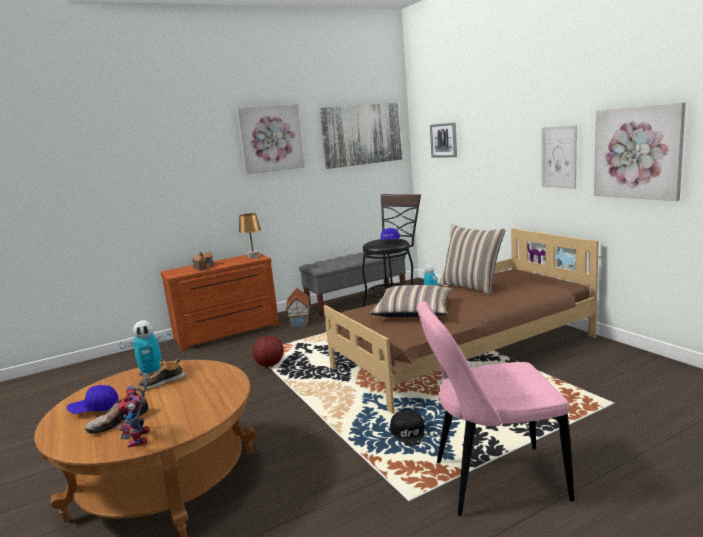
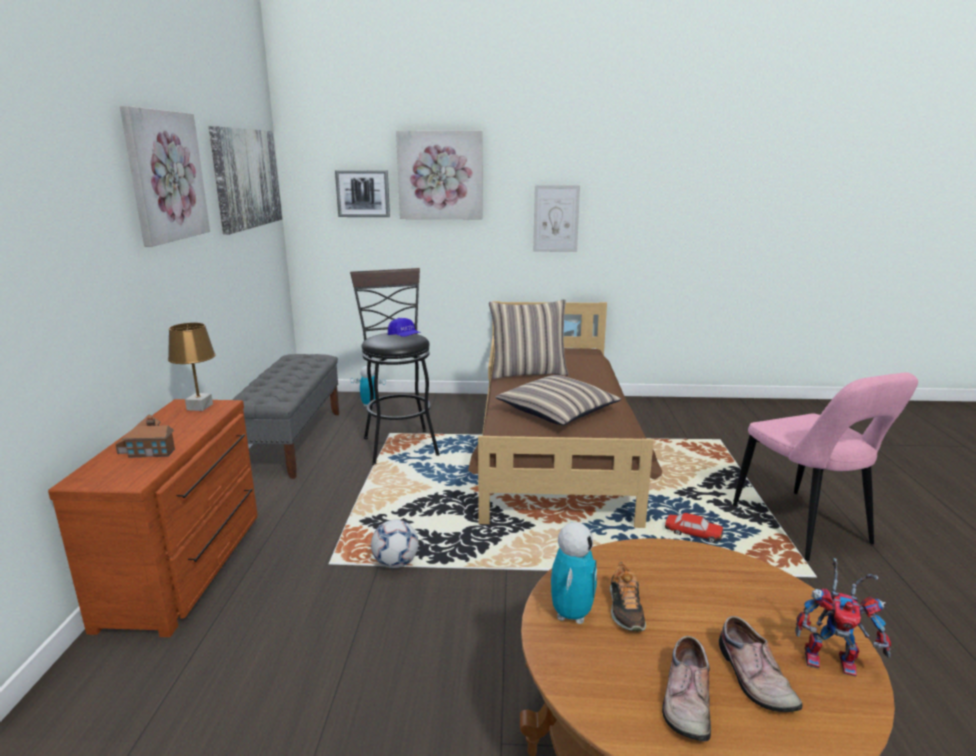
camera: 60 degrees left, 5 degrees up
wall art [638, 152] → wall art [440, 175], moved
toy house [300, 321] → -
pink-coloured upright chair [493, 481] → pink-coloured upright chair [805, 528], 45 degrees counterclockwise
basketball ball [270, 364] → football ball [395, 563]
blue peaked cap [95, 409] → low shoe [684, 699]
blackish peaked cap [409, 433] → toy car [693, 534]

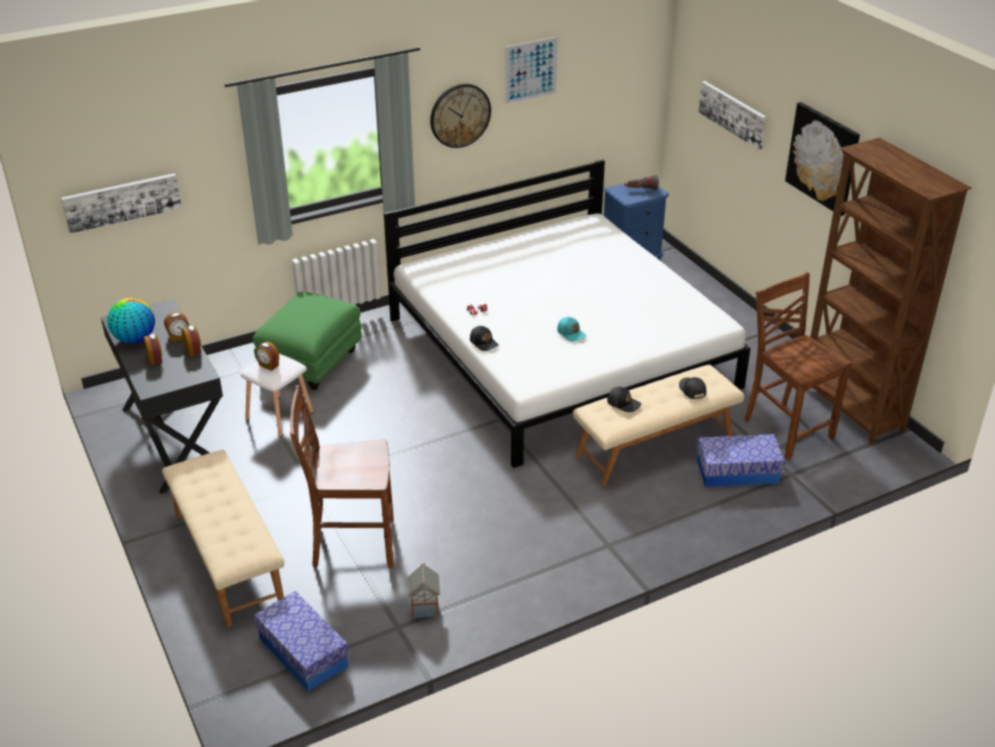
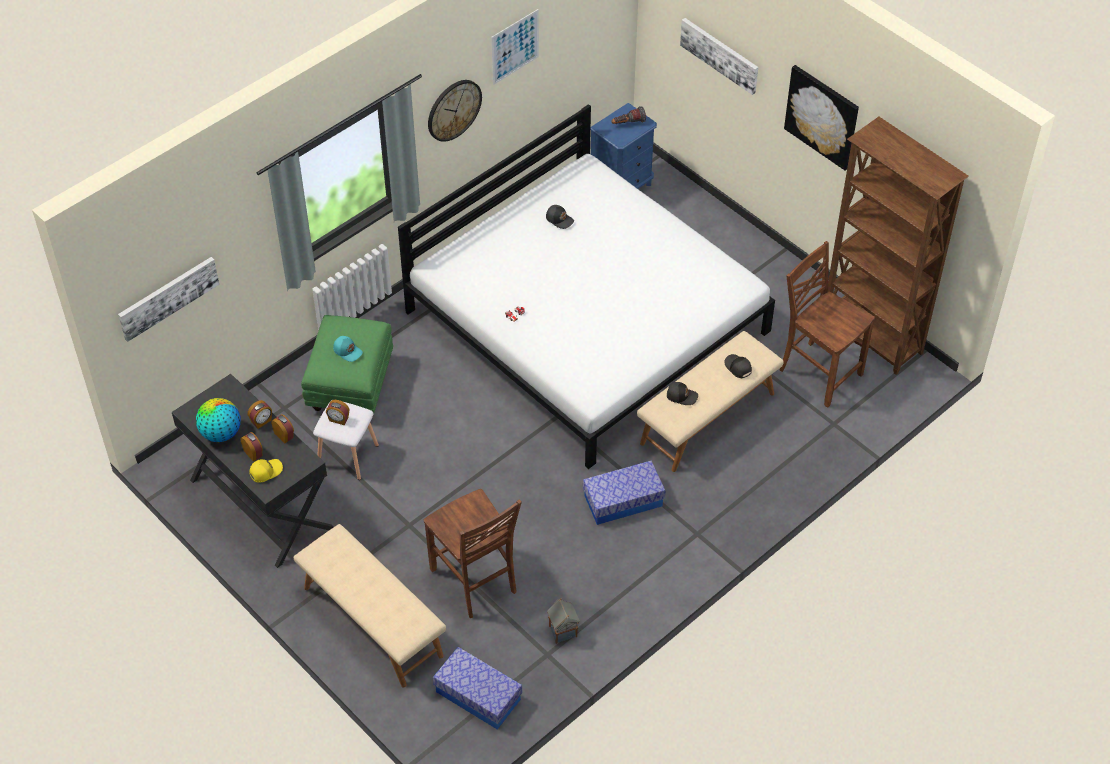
camera: 15 degrees left, 15 degrees up
blue-green peaked cap [571, 333] → blue-green peaked cap [348, 351], moved
blackish peaked cap [484, 342] → blackish peaked cap [559, 219], moved
brown-coloured upright chair [351, 544] → brown-coloured upright chair [475, 582], 105 degrees counterclockwise
storage box [737, 472] → storage box [623, 501], moved
- → yellowish peaked cap [265, 471]

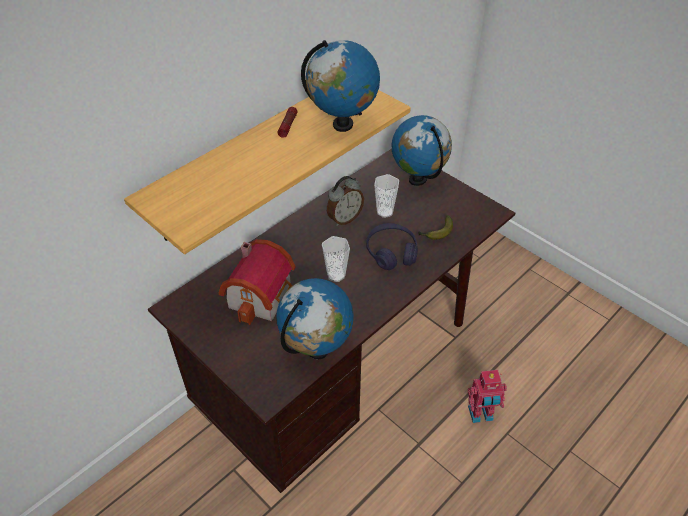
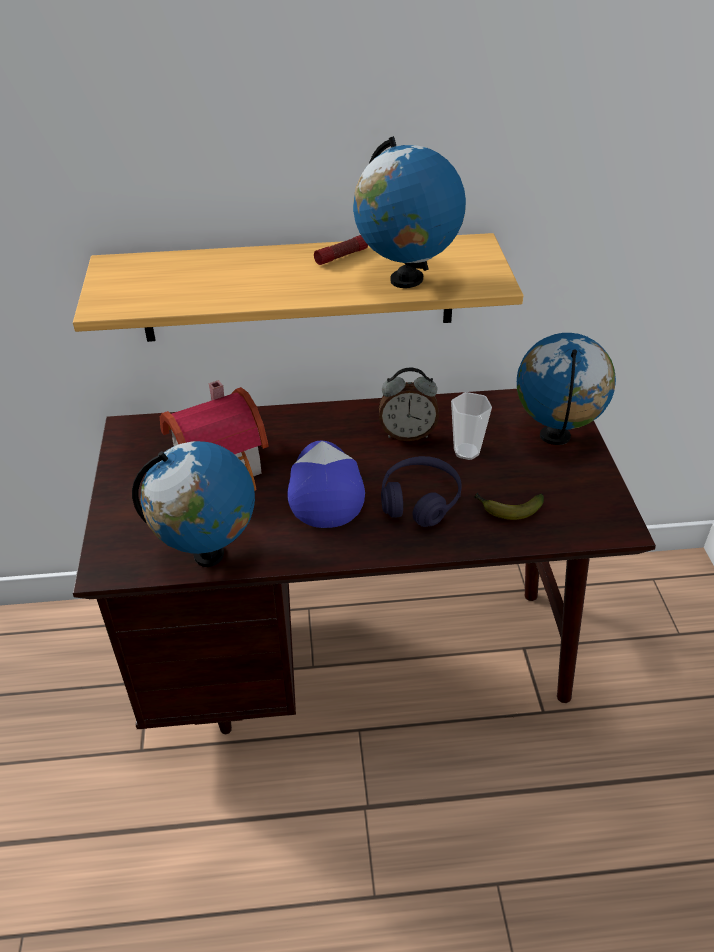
camera: 40 degrees right, 5 degrees down
drinking cup [336, 275] → peaked cap [324, 489]
toy robot [481, 415] → -

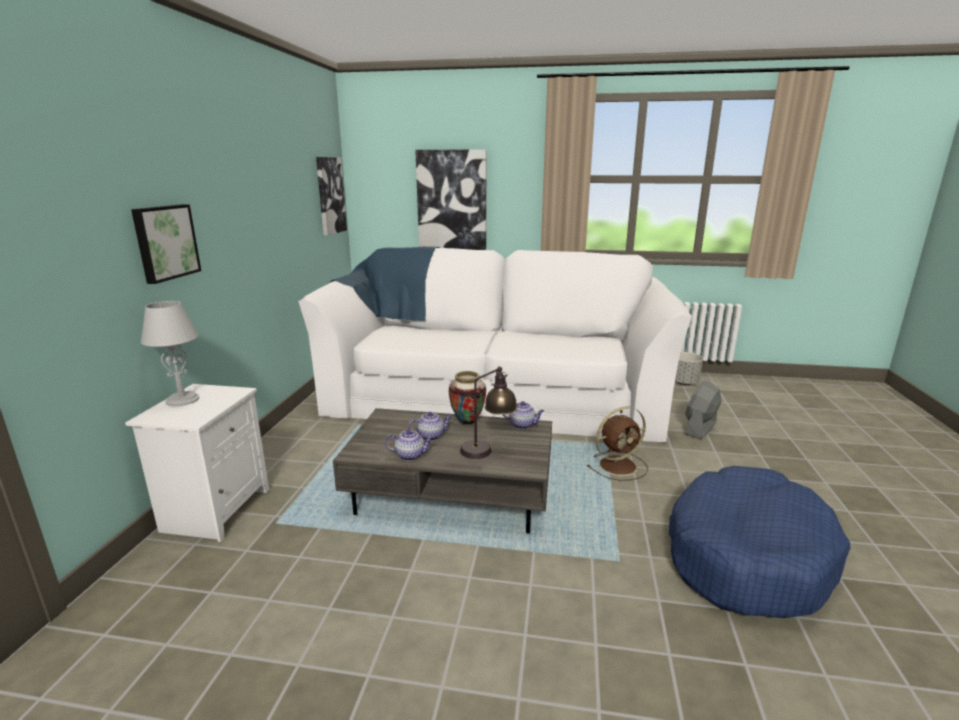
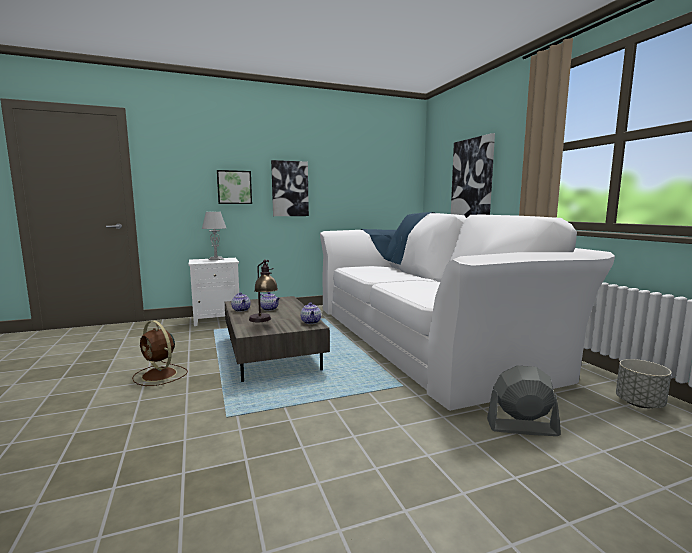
camera: 60 degrees right, 10 degrees down
wall art [330, 195] → wall art [290, 189], moved
decorative vase [467, 423] → -
brown-coloured electric fan [619, 465] → brown-coloured electric fan [160, 375], moved
blue pet bed [746, 556] → -

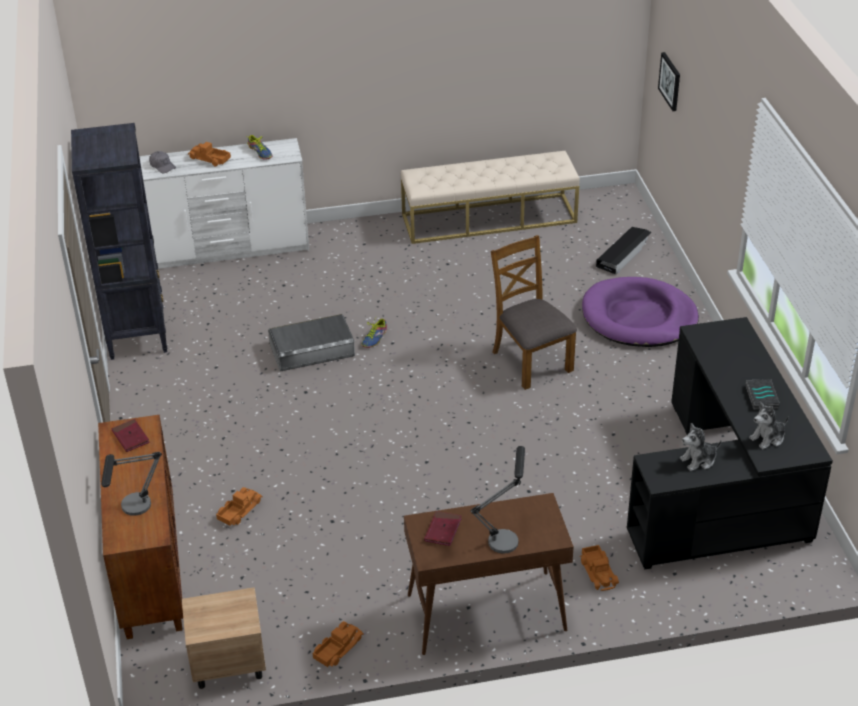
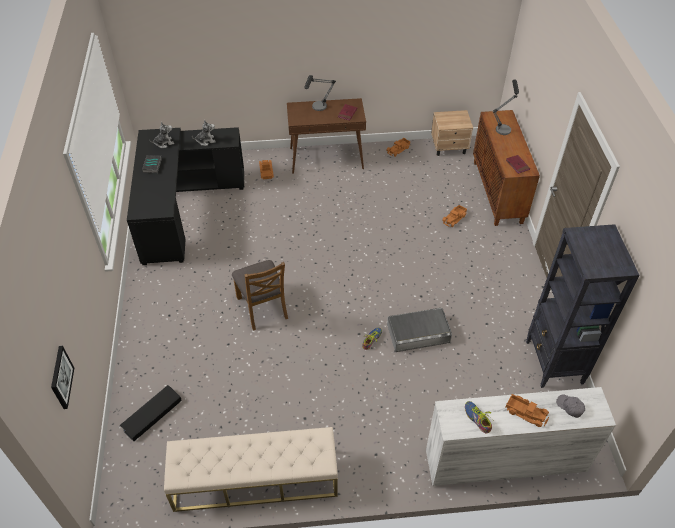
camera: 175 degrees left, 10 degrees up
purple pet bed [639, 317] → -

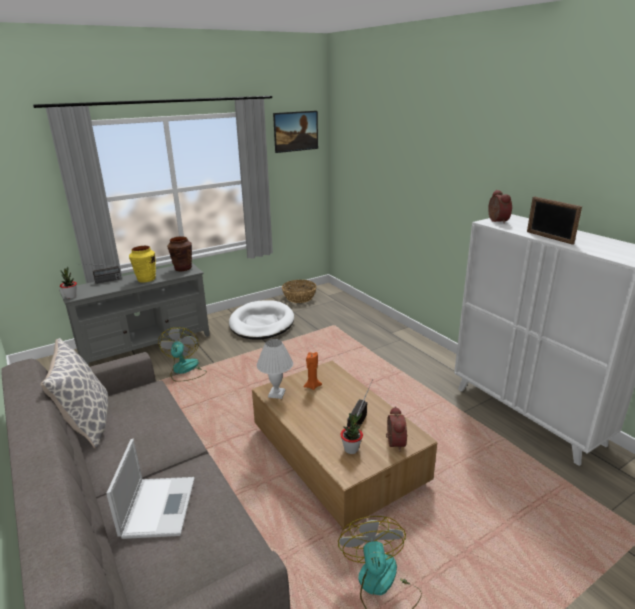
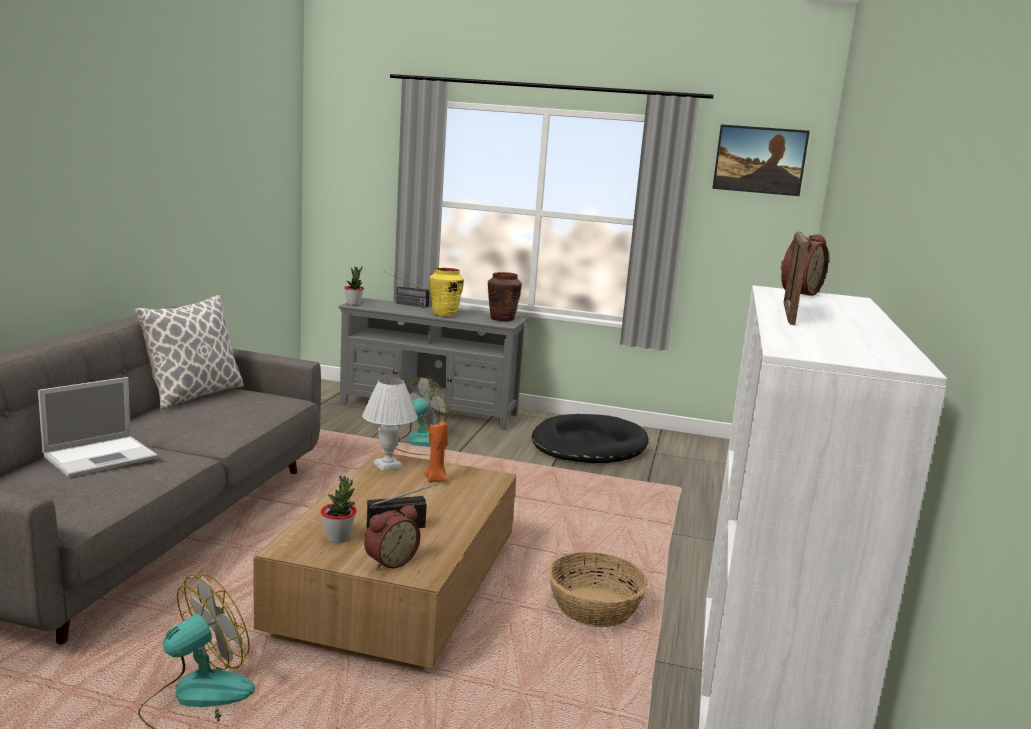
camera: 45 degrees right, 10 degrees down
household basket [299, 297] → household basket [593, 607], moved
whitish pet bed [261, 323] → blackish pet bed [588, 445]

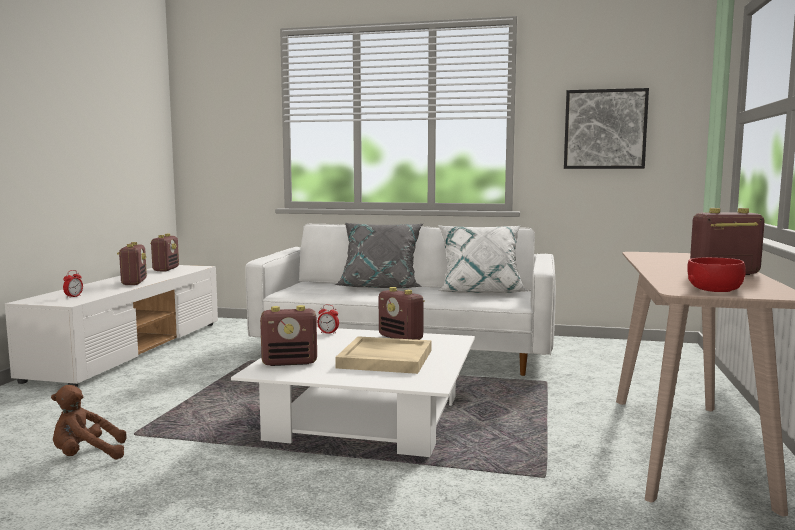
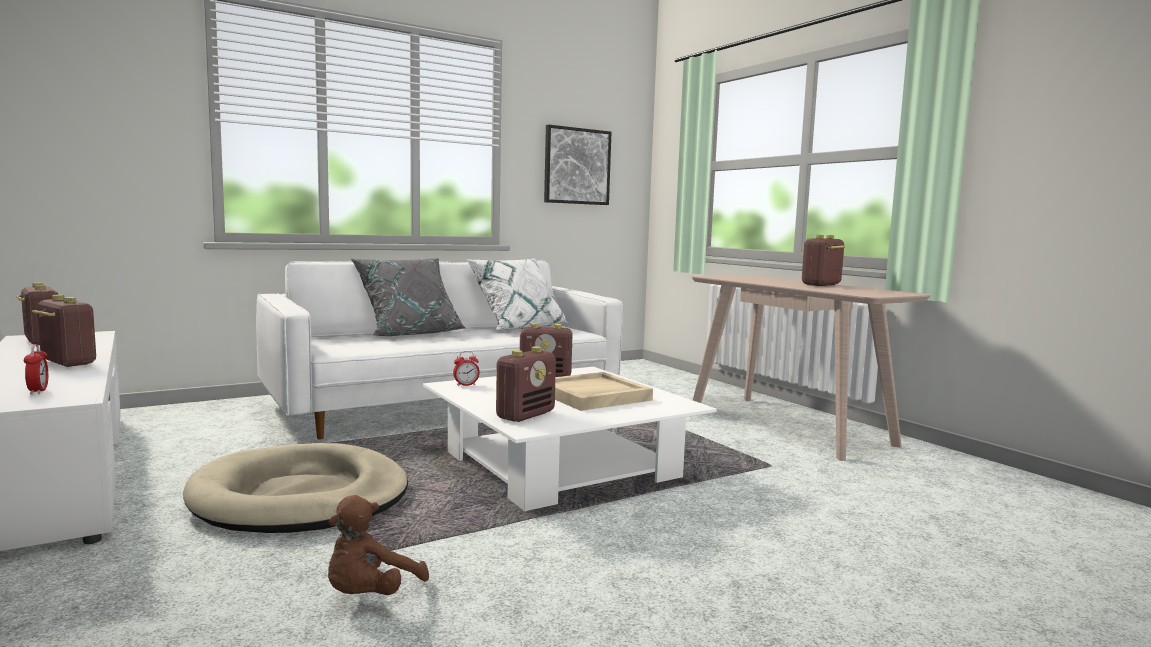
camera: 45 degrees left, 0 degrees up
reddish deep dish [714, 290] → -
- → beige pet bed [300, 497]

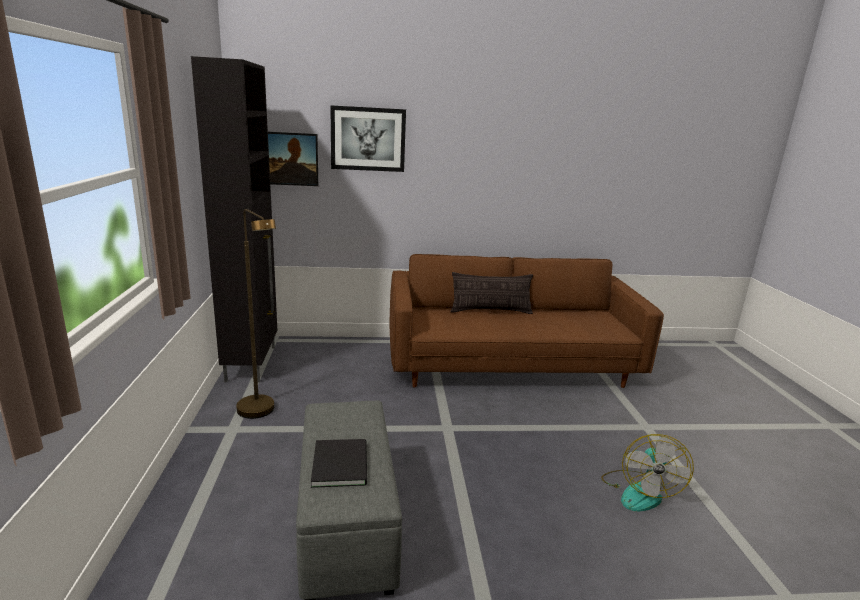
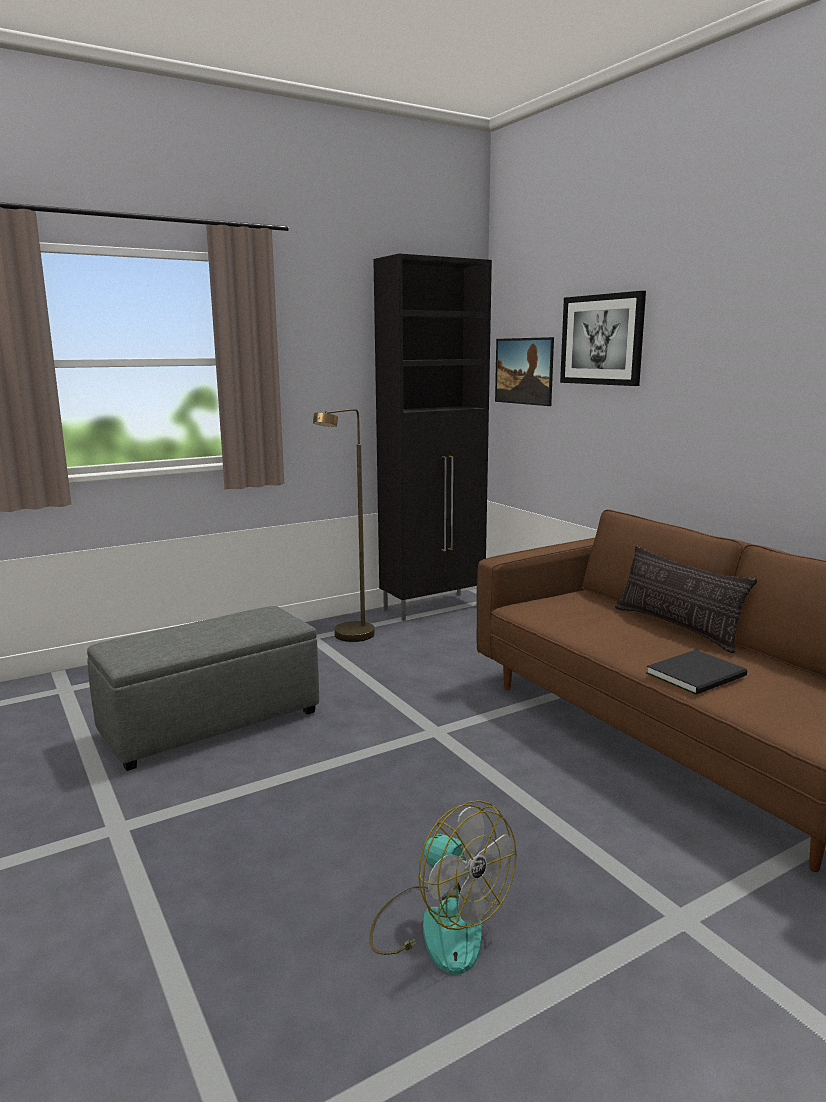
camera: 65 degrees right, 5 degrees down
electric fan [639, 491] → electric fan [438, 926], 120 degrees counterclockwise
blackish book [342, 463] → blackish book [699, 675], moved

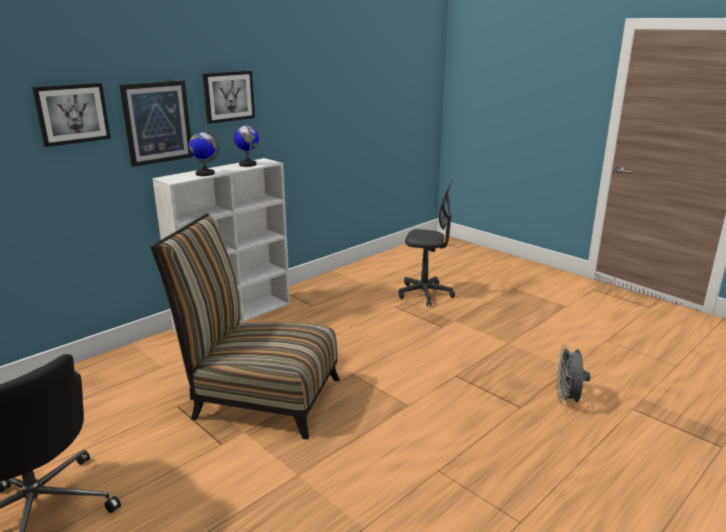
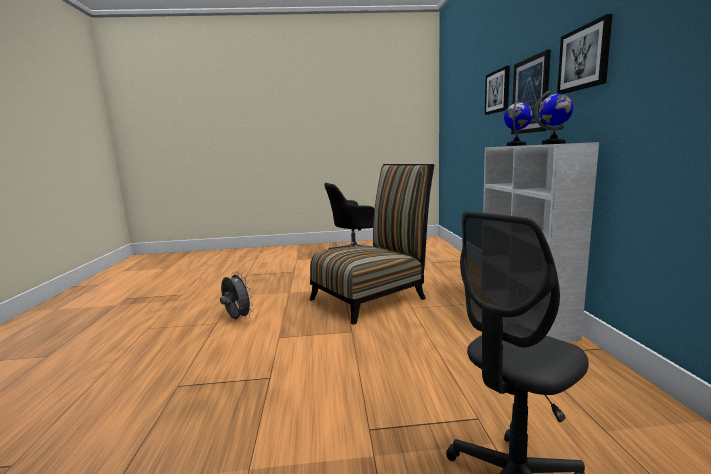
camera: 130 degrees right, 10 degrees down
gray electric fan [567, 400] → gray electric fan [237, 319], moved

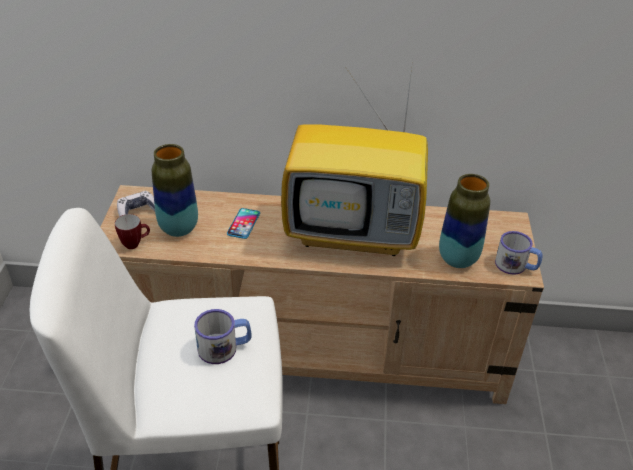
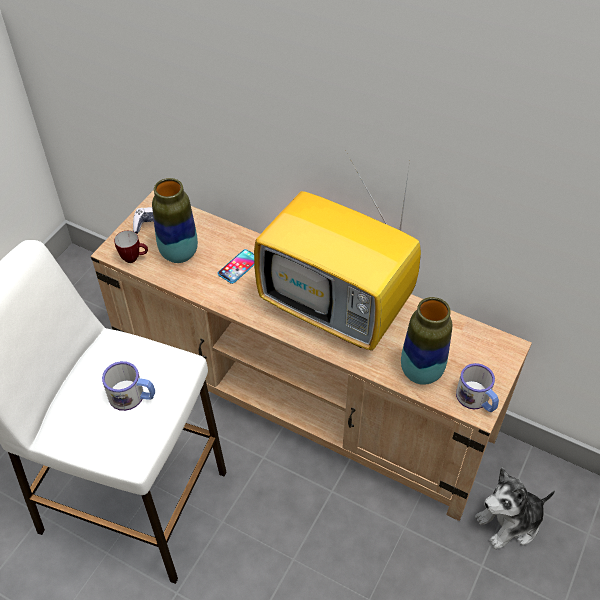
camera: 25 degrees right, 10 degrees up
- → soft toy [510, 522]

